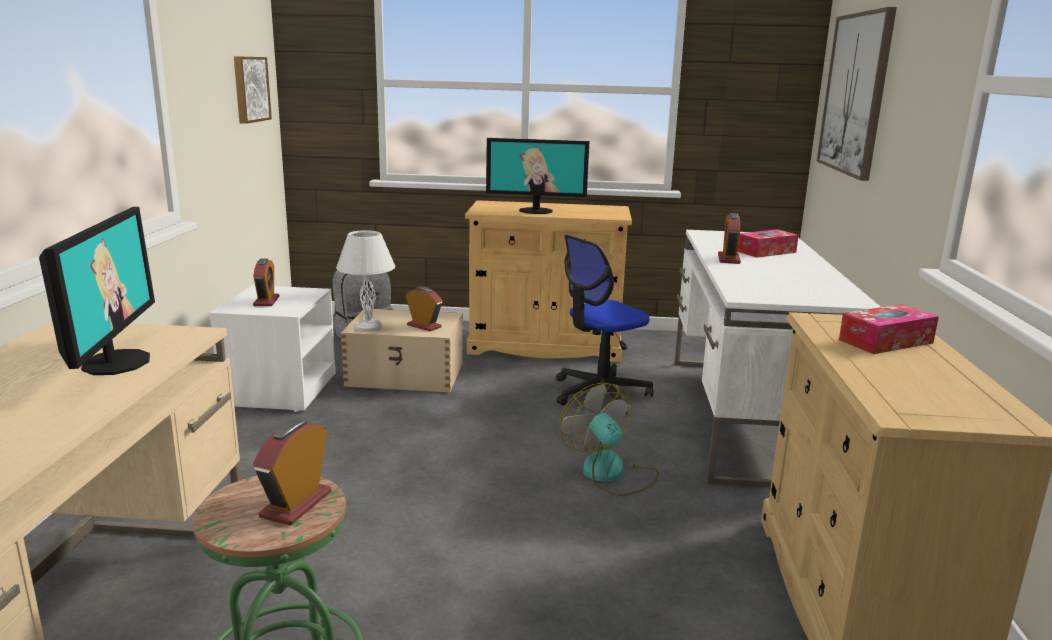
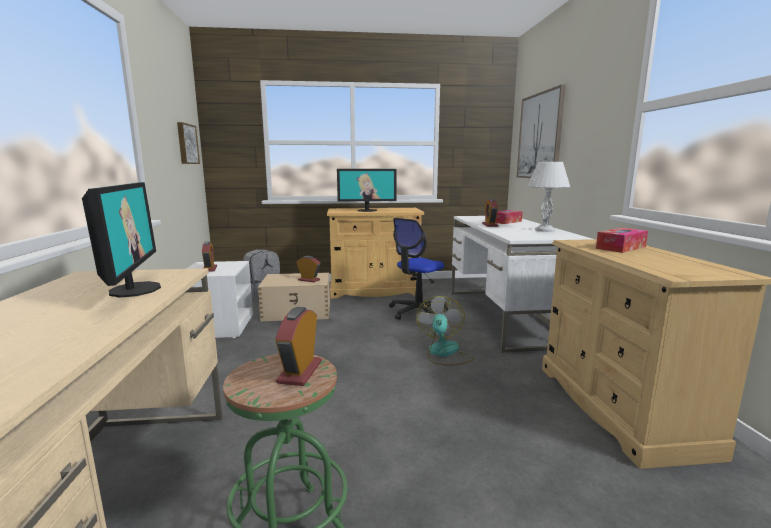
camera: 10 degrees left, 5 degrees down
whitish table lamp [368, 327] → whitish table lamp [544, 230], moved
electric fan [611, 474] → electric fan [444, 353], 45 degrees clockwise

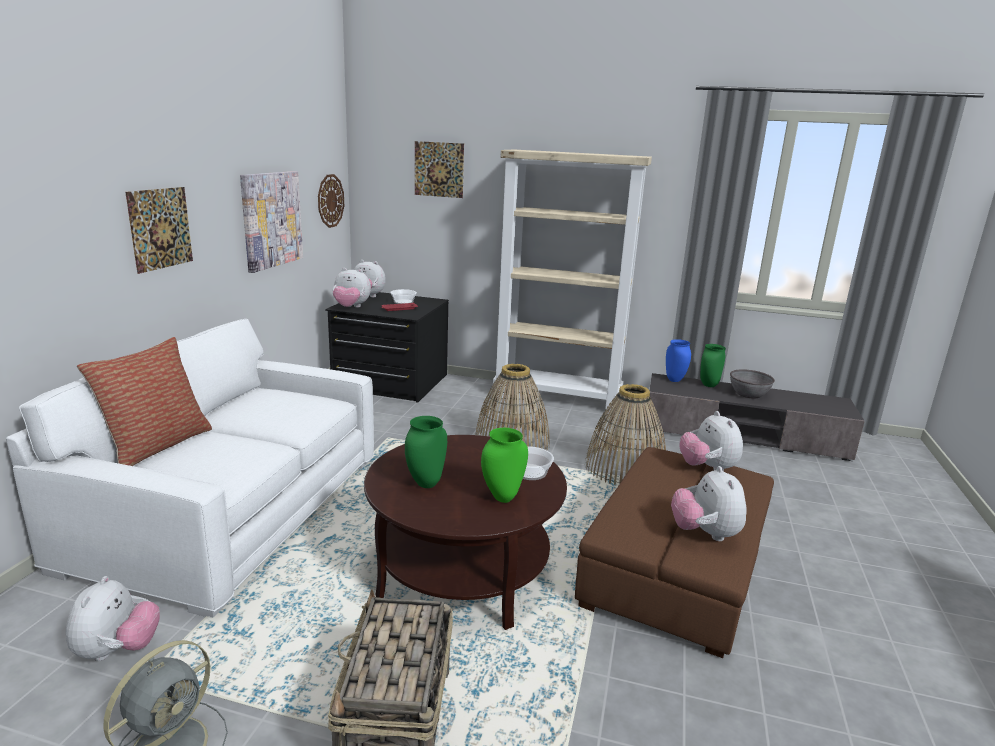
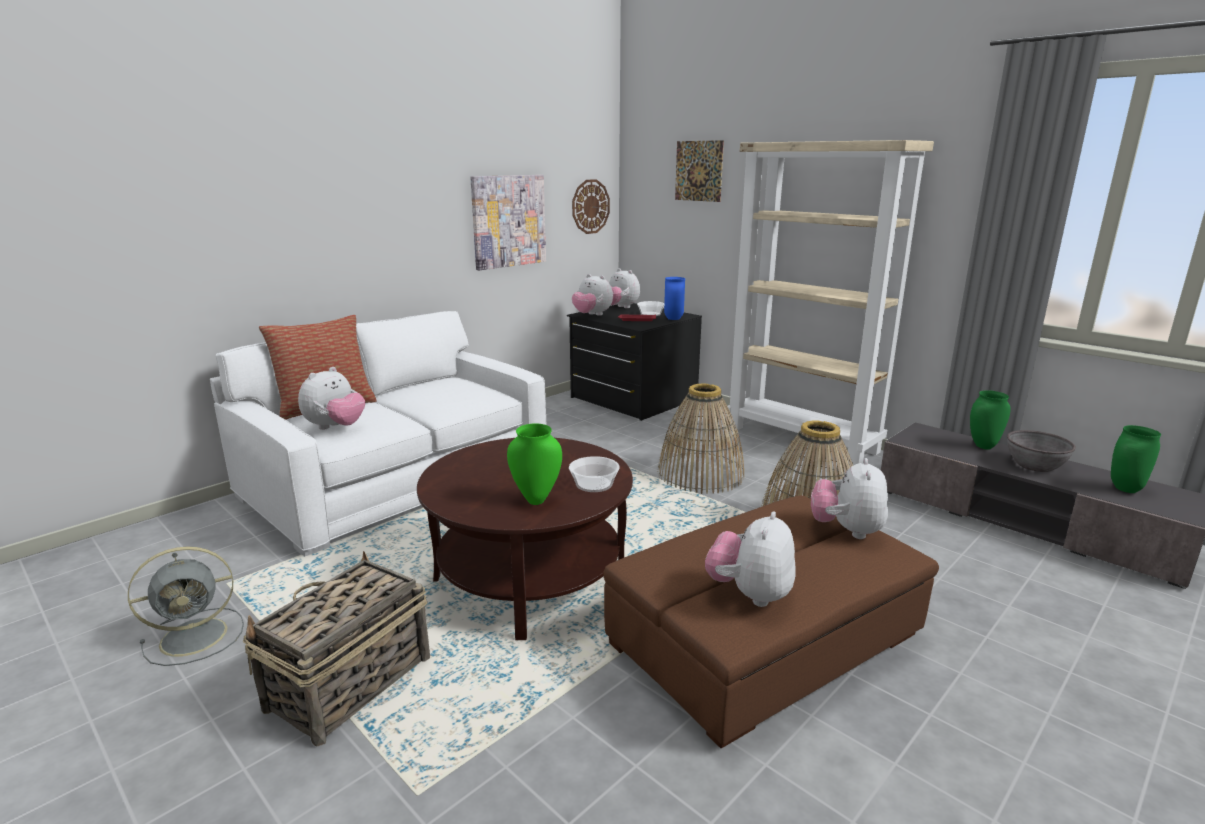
camera: 30 degrees right, 0 degrees up
wall art [160, 228] → -
blue decorative vase [675, 380] → blue decorative vase [674, 319], moved
greenish decorative vase [425, 483] → greenish decorative vase [1124, 489], moved
soft toy [117, 650] → soft toy [335, 427], moved

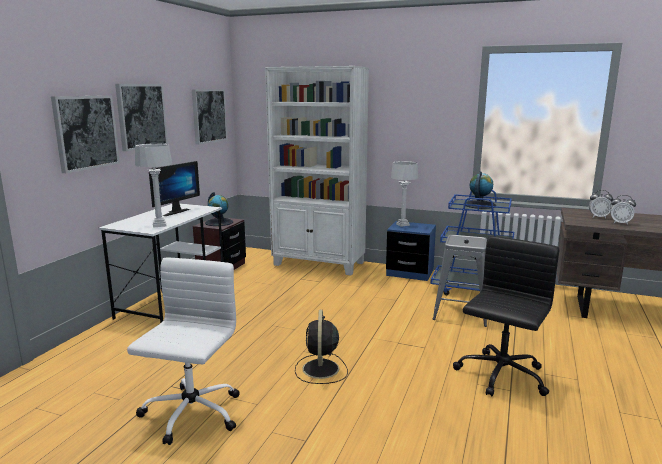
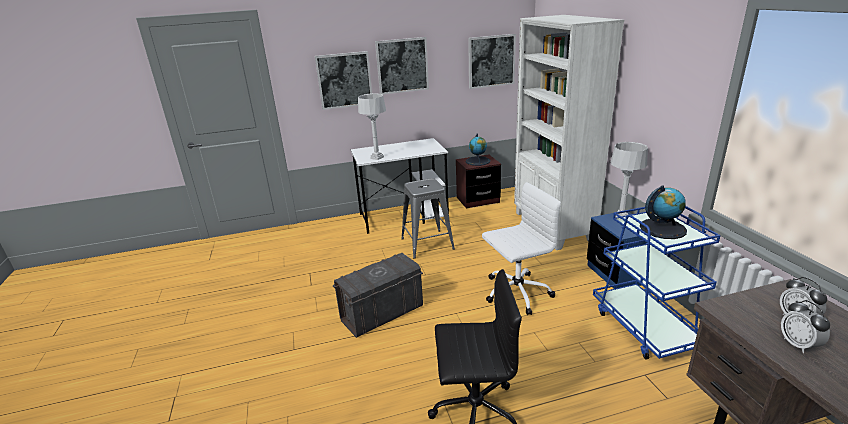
camera: 55 degrees right, 10 degrees up
computer display [173, 212] → -
gray stool [460, 312] → gray stool [427, 244], moved
whitish computer chair [190, 414] → whitish computer chair [516, 293], moved
blackish electric fan [320, 370] → gray storage box [381, 313]

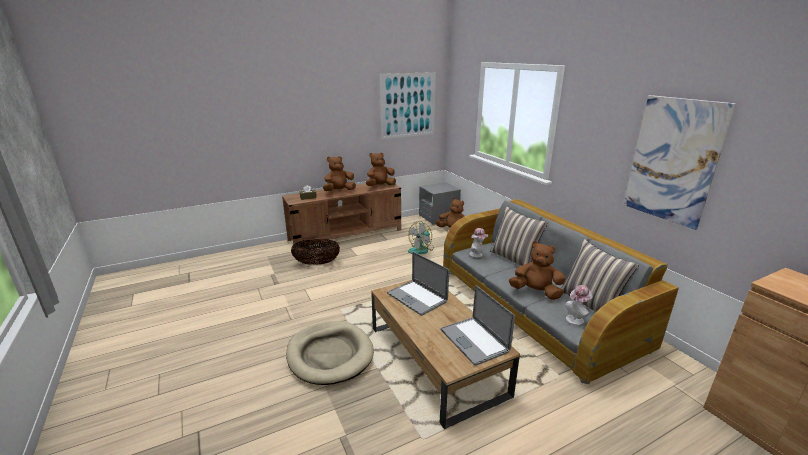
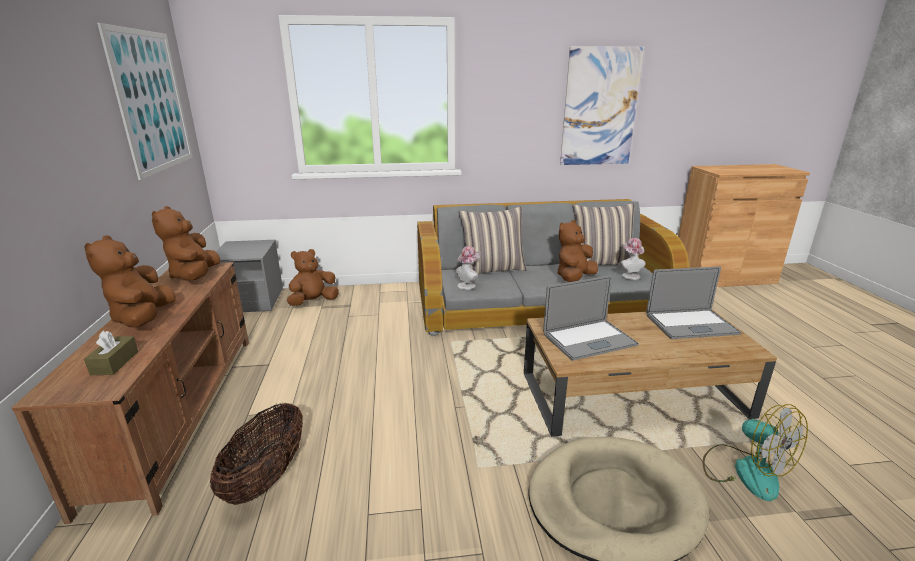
camera: 70 degrees left, 0 degrees up
electric fan [421, 249] → electric fan [745, 470], moved

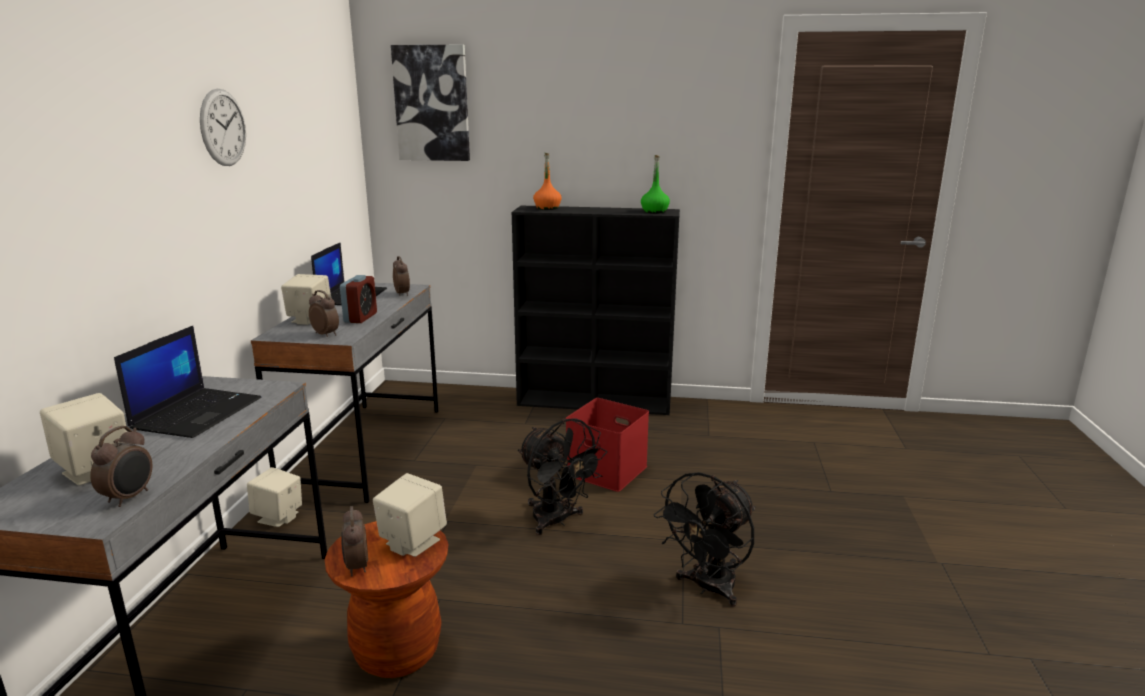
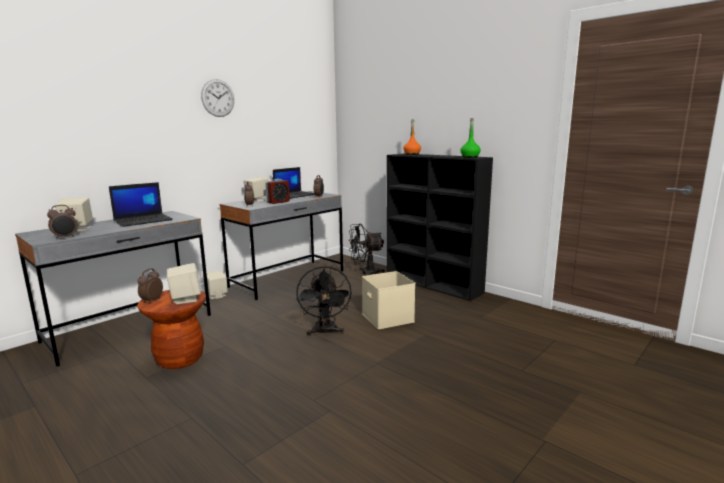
camera: 35 degrees right, 5 degrees down
wall art [432, 103] → -
reddish storage box [608, 470] → beige storage box [389, 318]
blackish electric fan [708, 588] → blackish electric fan [365, 273], moved

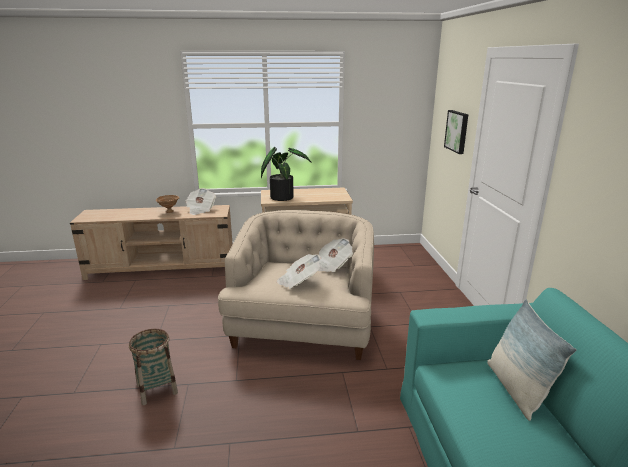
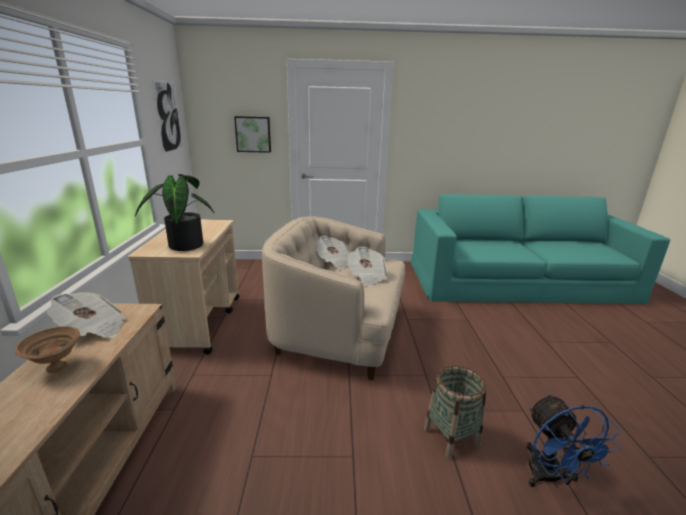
camera: 85 degrees left, 0 degrees up
throw pillow [516, 389] → -
- → wall art [168, 116]
- → blue electric fan [550, 478]

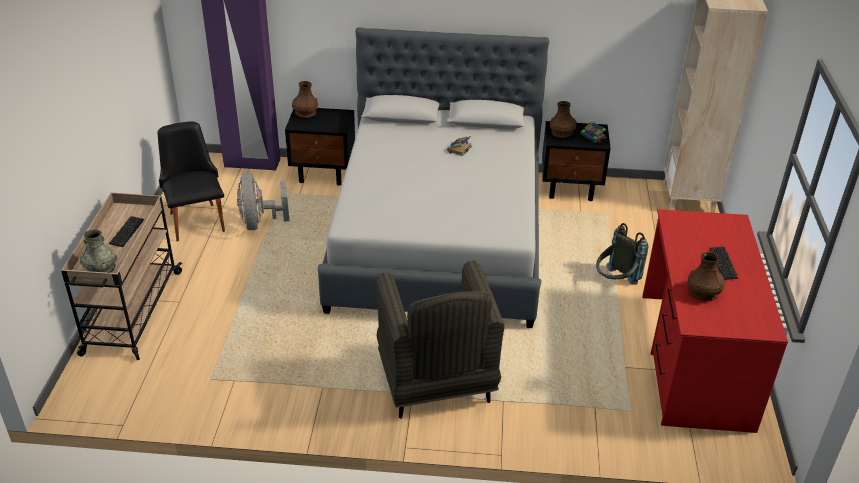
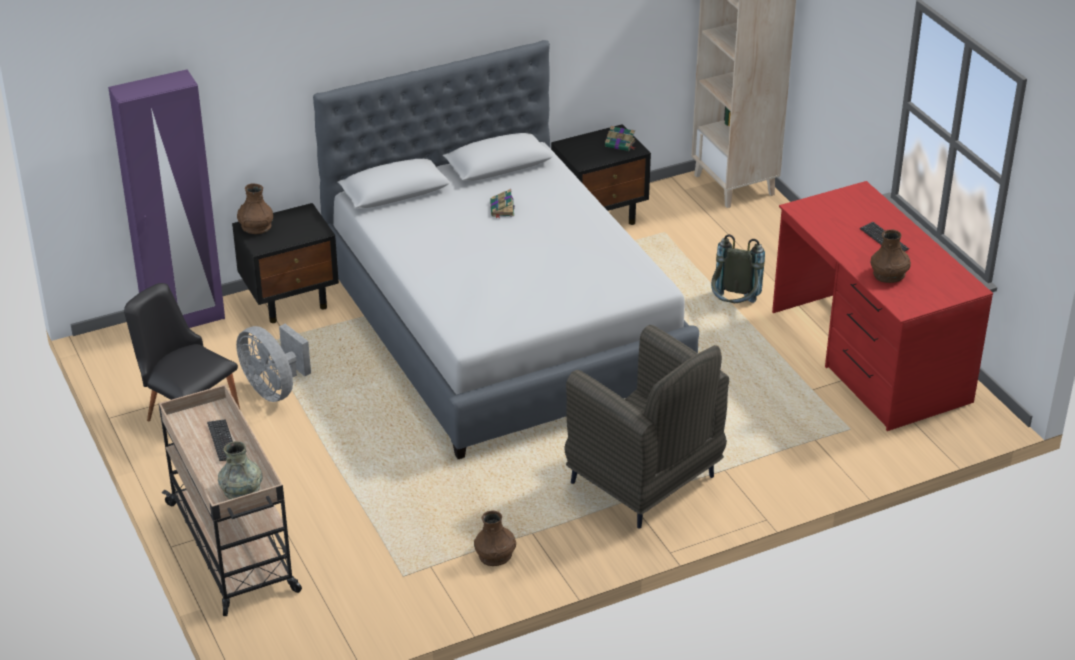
camera: 30 degrees left, 0 degrees up
brown-coloured decorative vase [562, 133] → brown-coloured decorative vase [495, 555], moved

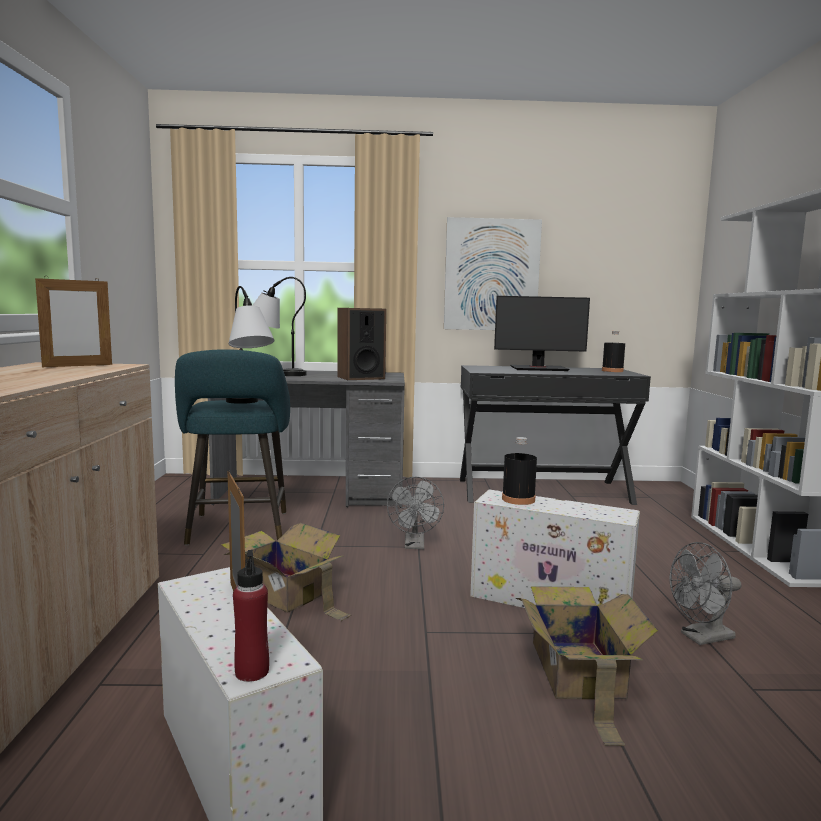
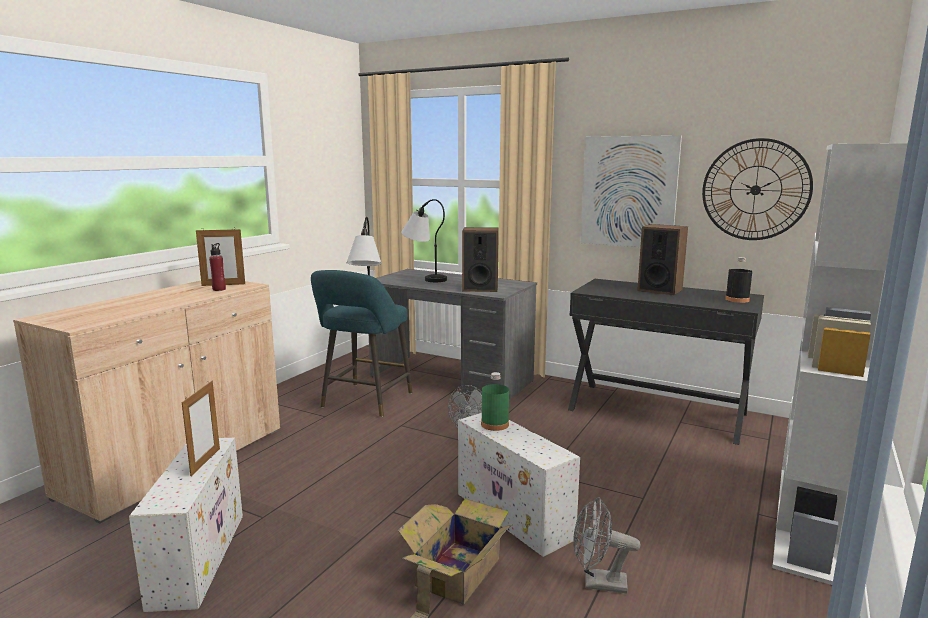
camera: 30 degrees right, 5 degrees up
computer display [538, 368] → speaker [659, 290]
blackish beverage bottle [518, 499] → greenish beverage bottle [495, 424]
cardboard box [283, 593] → -
reddish beverage bottle [252, 671] → reddish beverage bottle [219, 289], moved
- → clock on the wall [755, 190]

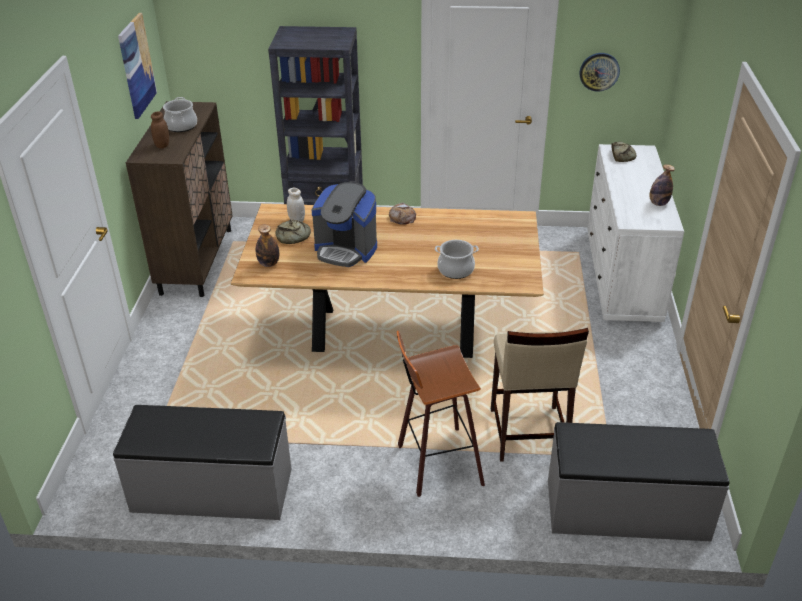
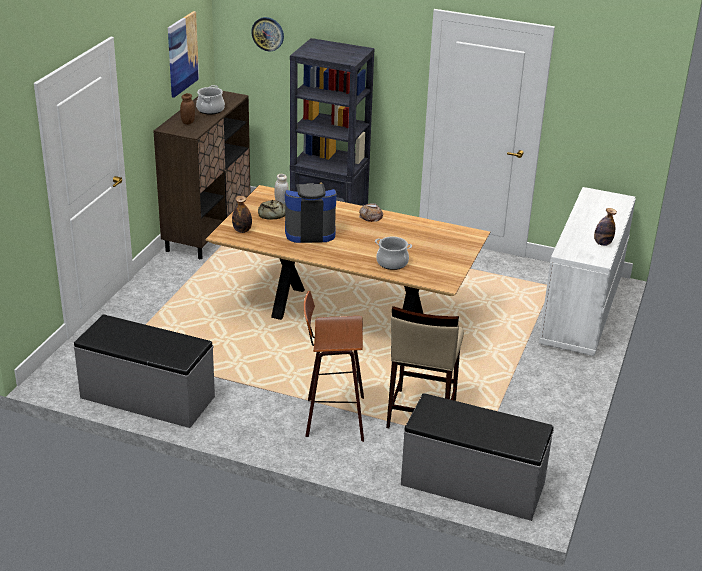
camera: 15 degrees right, 5 degrees down
clock on the wall [599, 71] → clock on the wall [268, 34], moved
bakery bread [621, 155] → -
coffee maker [346, 250] → coffee maker [309, 232], 135 degrees clockwise

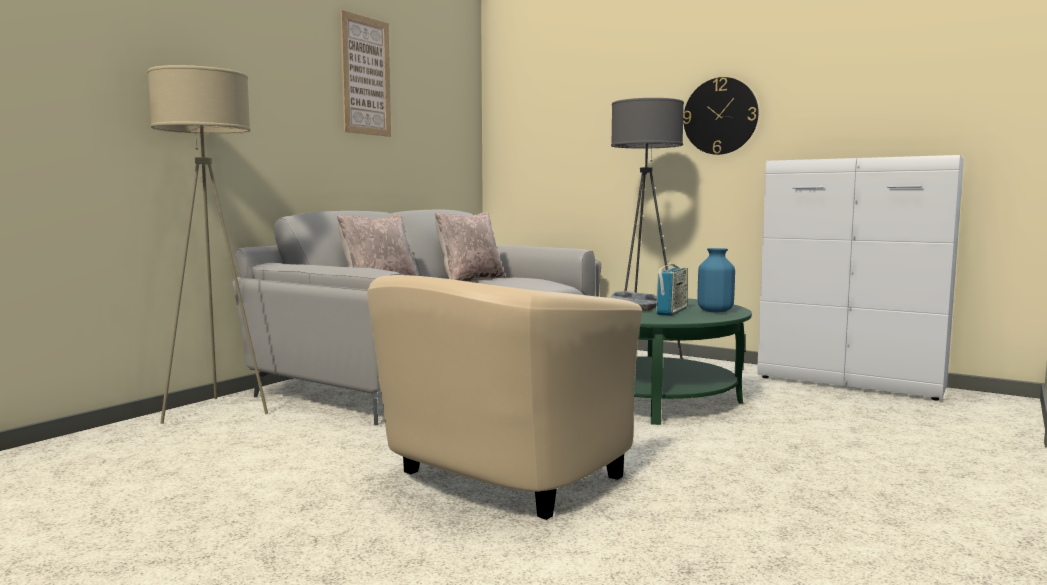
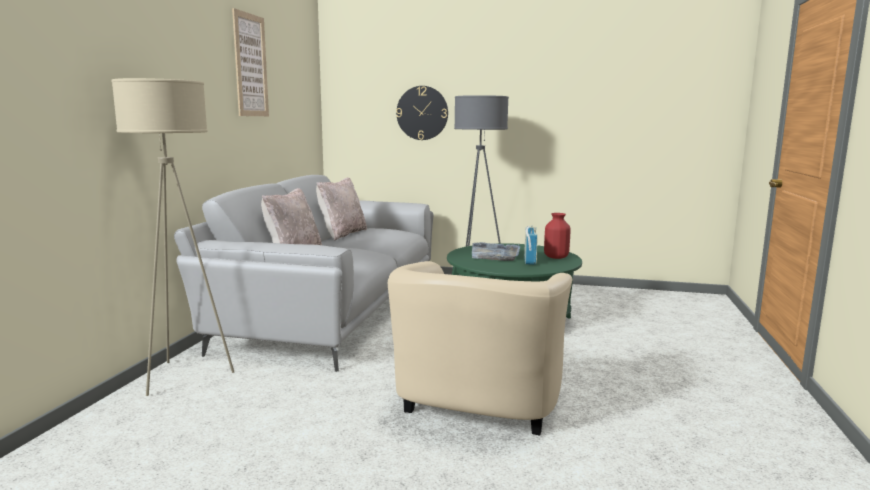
camera: 20 degrees left, 5 degrees up
clock on the wall [720, 116] → clock on the wall [422, 113], moved
whitish storage cabinet [851, 383] → -
blue decorative vase [715, 311] → reddish decorative vase [556, 257]

